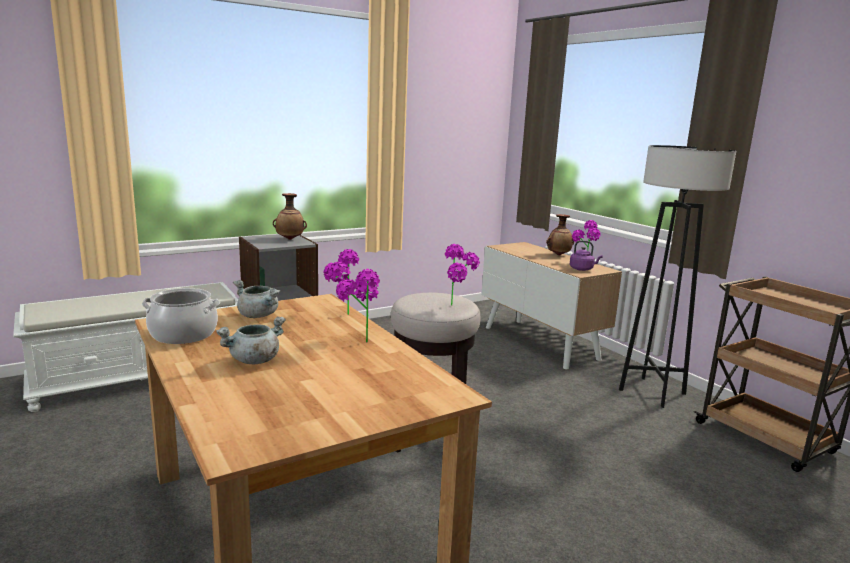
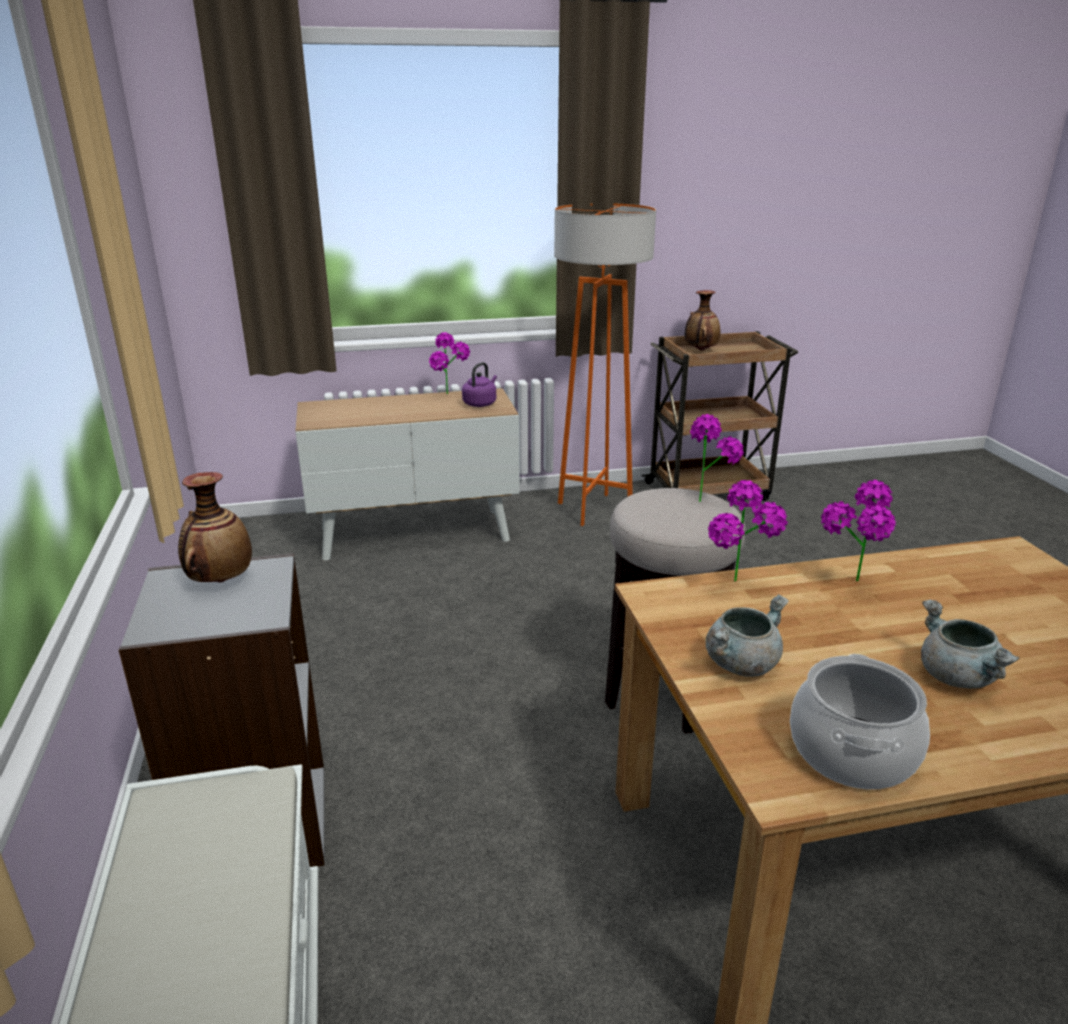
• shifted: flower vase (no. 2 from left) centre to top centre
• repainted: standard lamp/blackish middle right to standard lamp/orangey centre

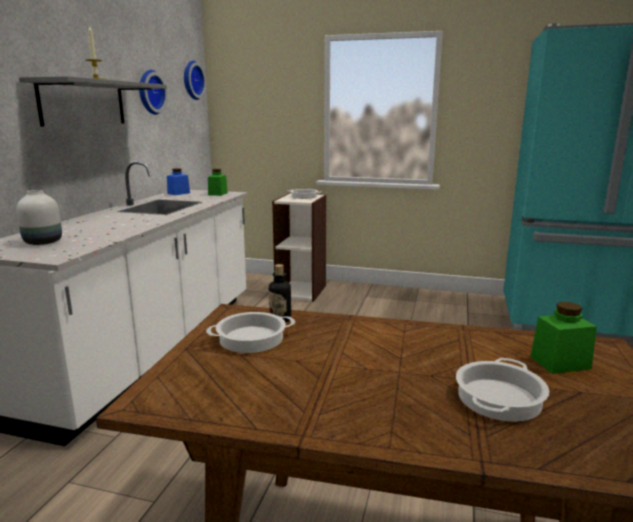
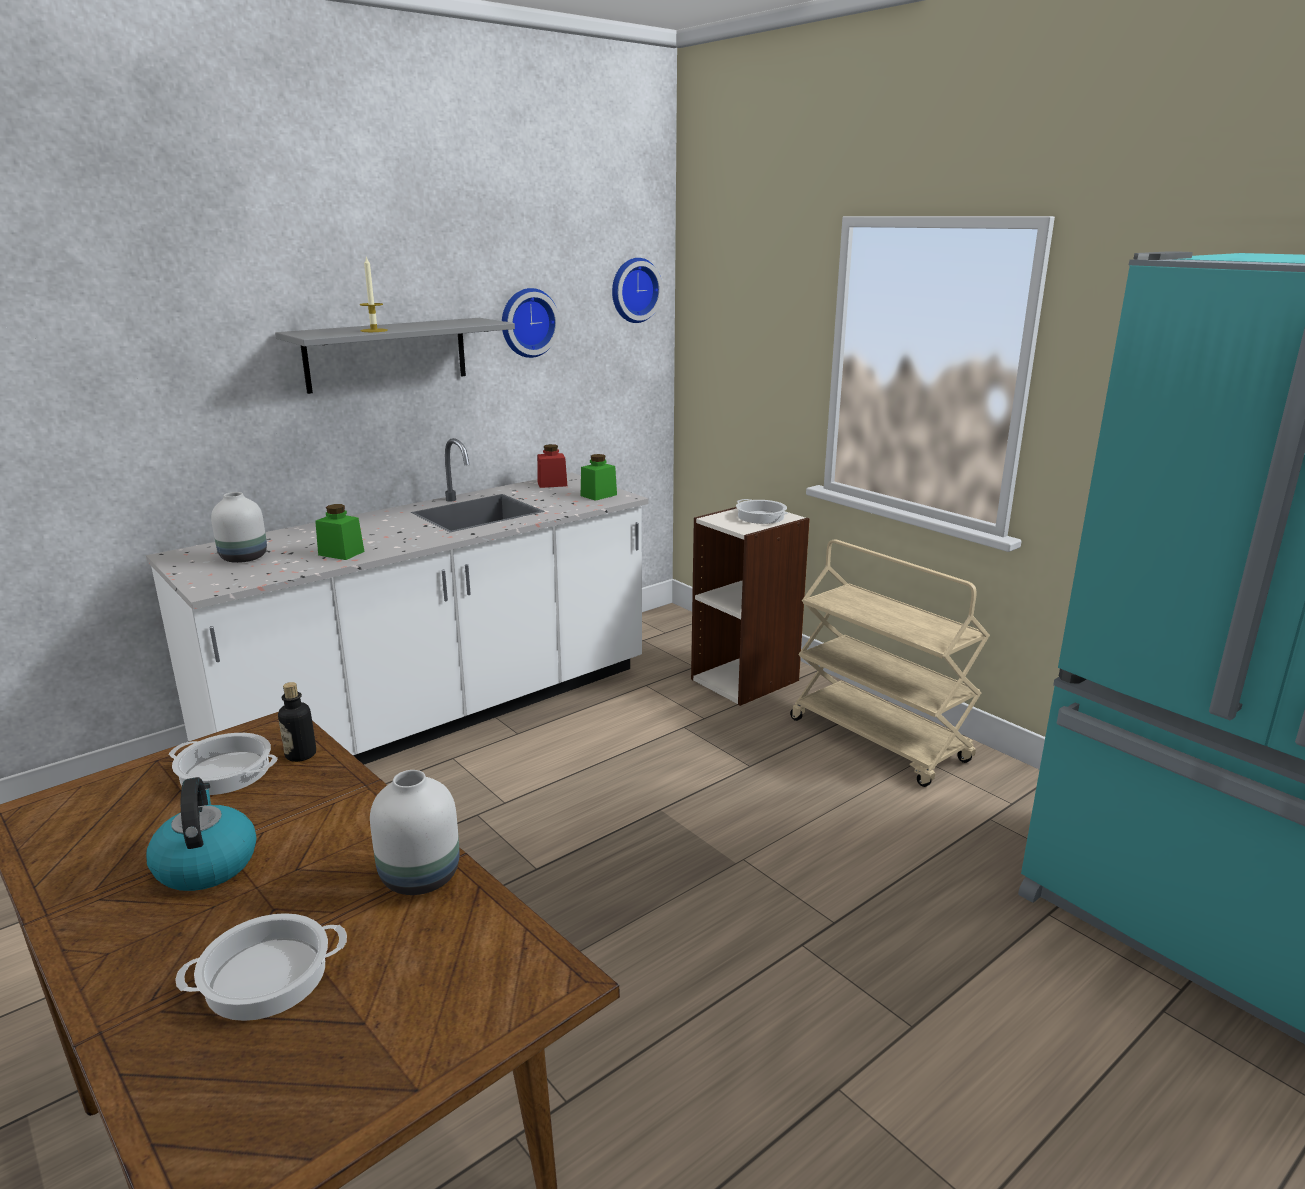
• new: tea kettle bottom left
• new: flower vase/white-coloured (no. 2 from left) bottom left
• new: trolley/sand-coloured middle right
• shifted: jar/green (no. 2 from left in the first image) middle right to jar/green (no. 1 from left) middle left
• repainted: jar/blue-coloured middle left to jar/red centre

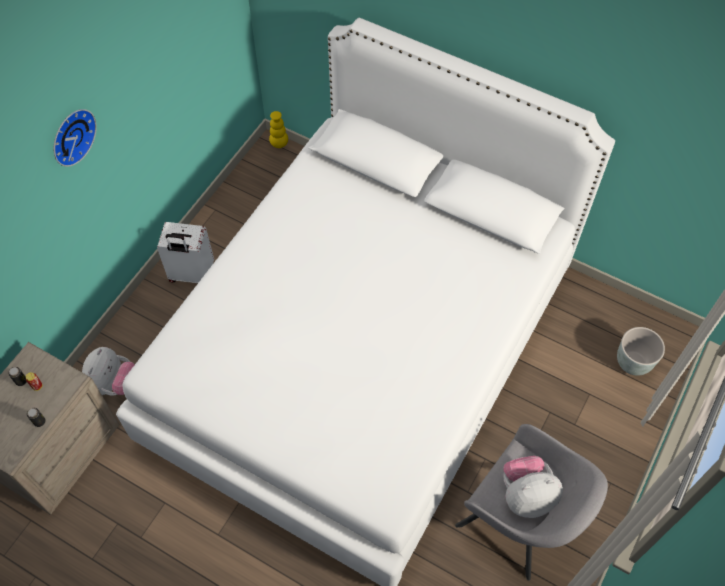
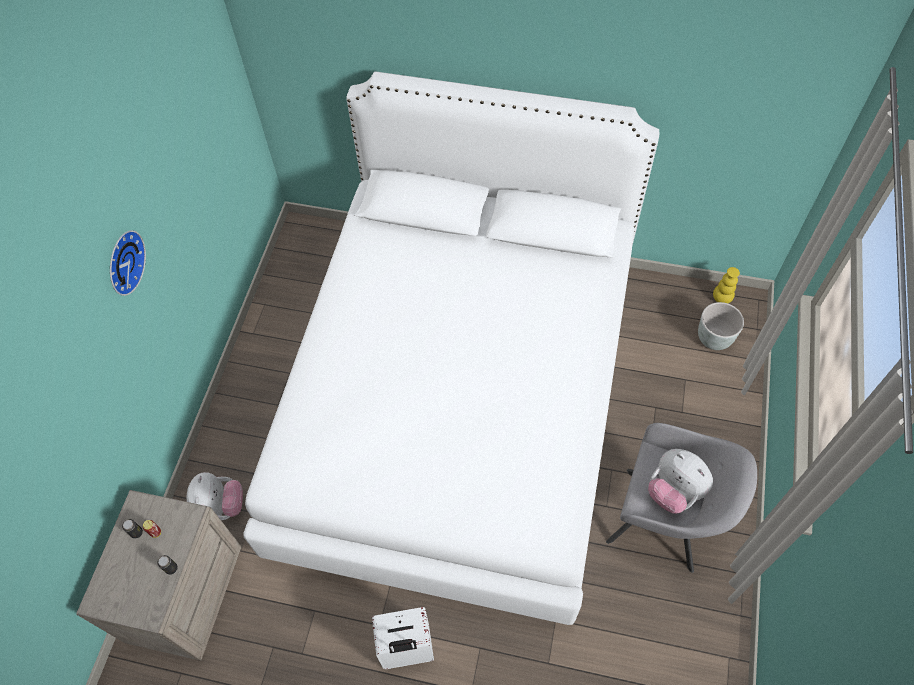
• shifted: piece of luggage/white-coloured middle left to bottom centre
• shifted: flower vase/yellow-coloured top centre to middle right
• rotated: cuddly toy (no. 2 from left) bottom right = bottom right 105 degrees counterclockwise

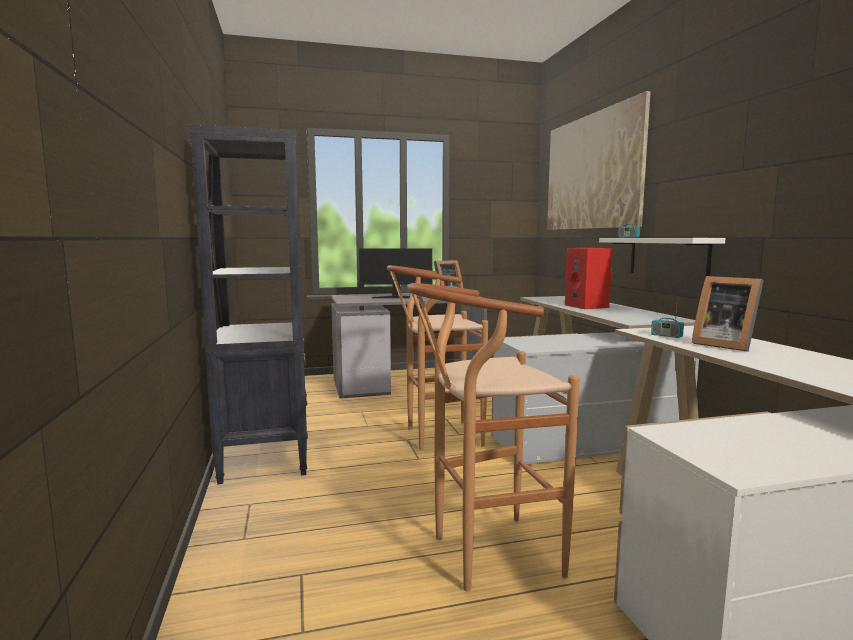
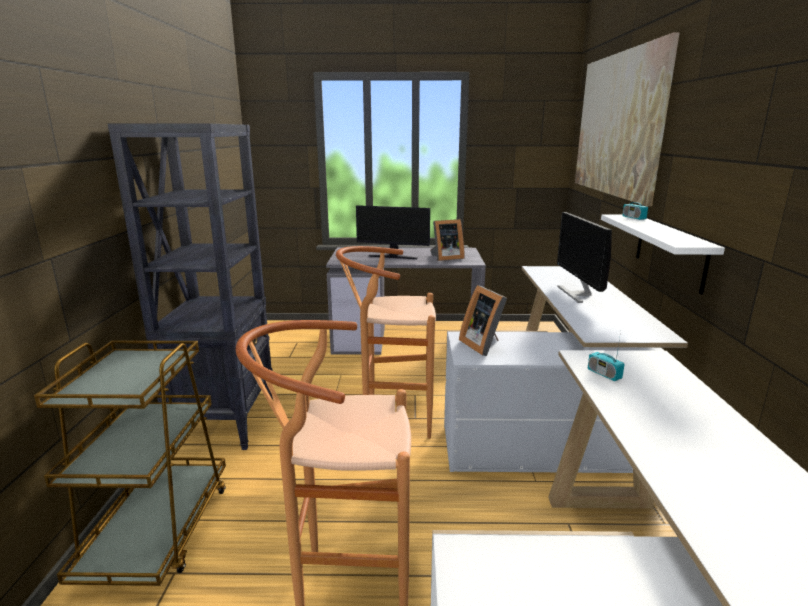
• new: trolley/brownish bottom left
• shifted: photo frame (no. 2 from left) middle right to centre
• swapped: audio speaker/red middle right to monitor (no. 2 from left) middle right

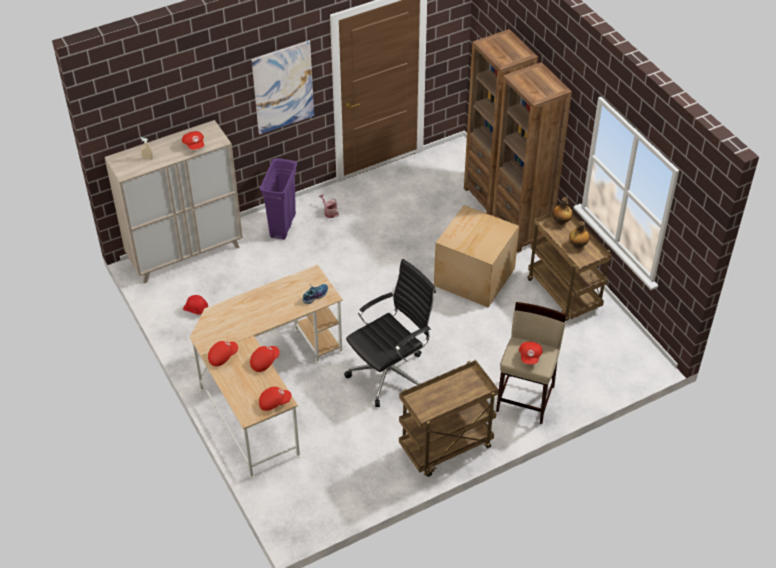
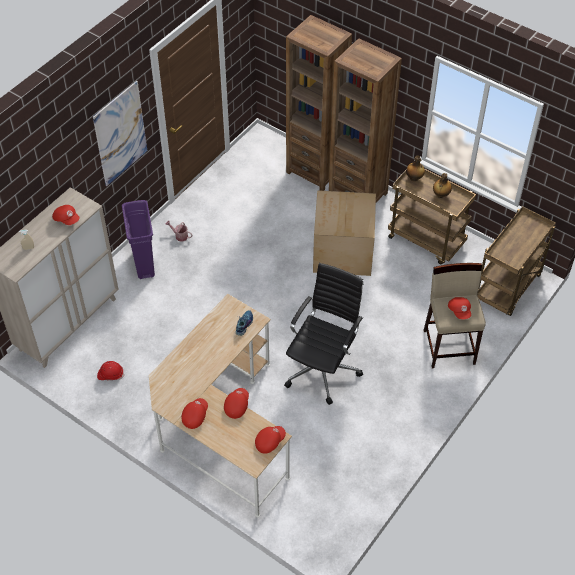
• shifted: trolley/brownish (no. 1 from left in the first image) bottom centre to trolley/brownish (no. 2 from left) middle right

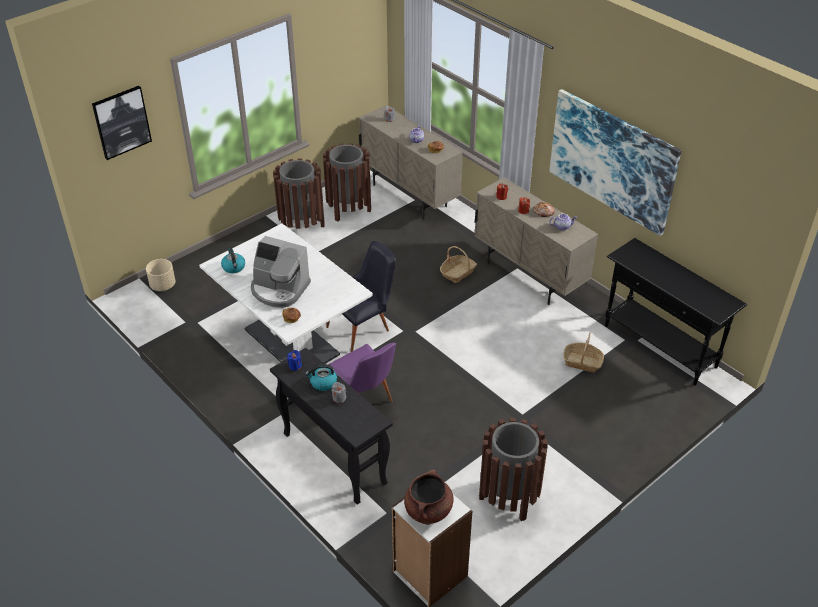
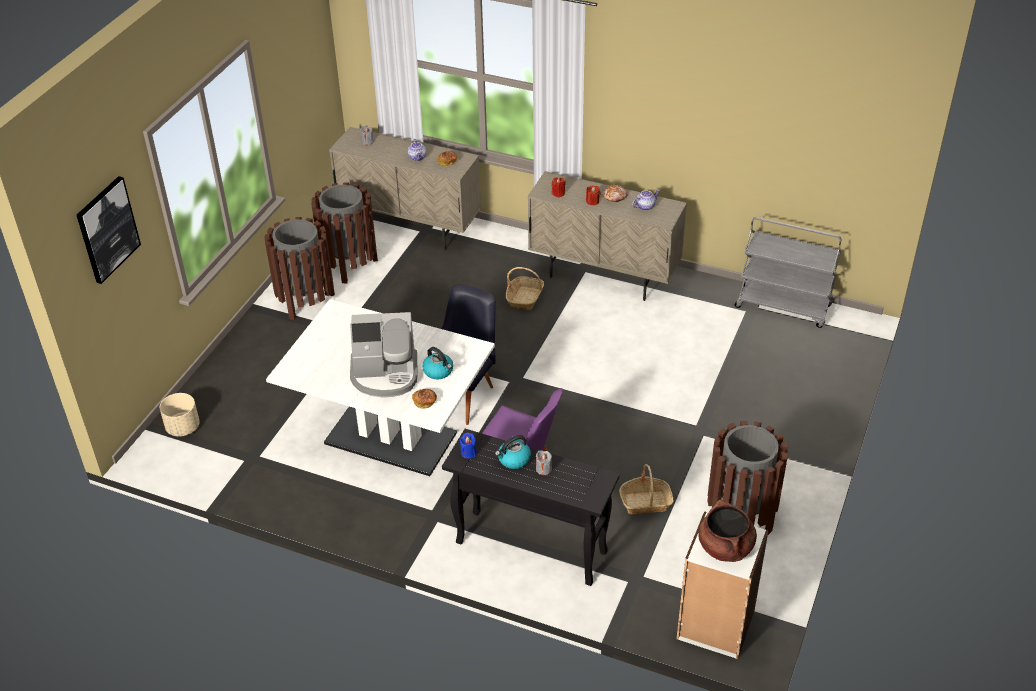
• gone: picture (no. 2 from left) top right
• shifted: tea kettle (no. 1 from left) middle left to centre
• shifted: basket (no. 2 from left) middle right to bottom centre
• swapped: narrow table/blackish (no. 2 from left) middle right to trolley/gray middle right

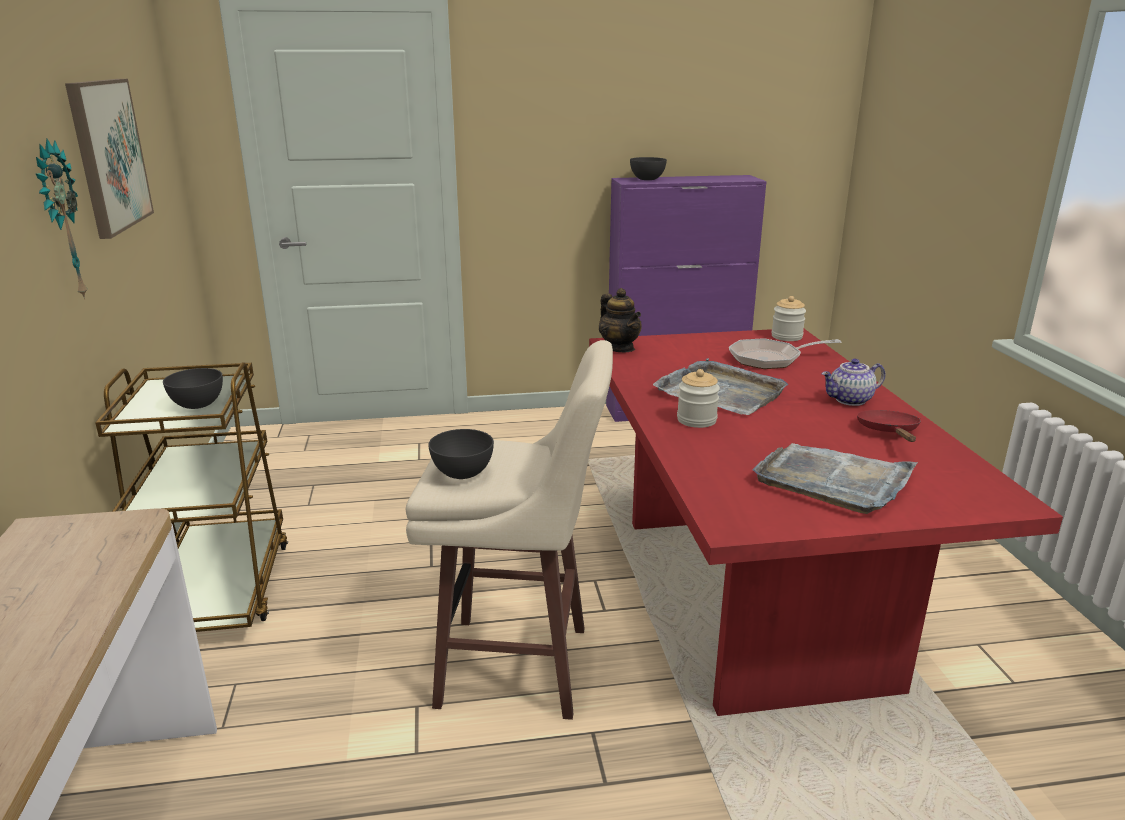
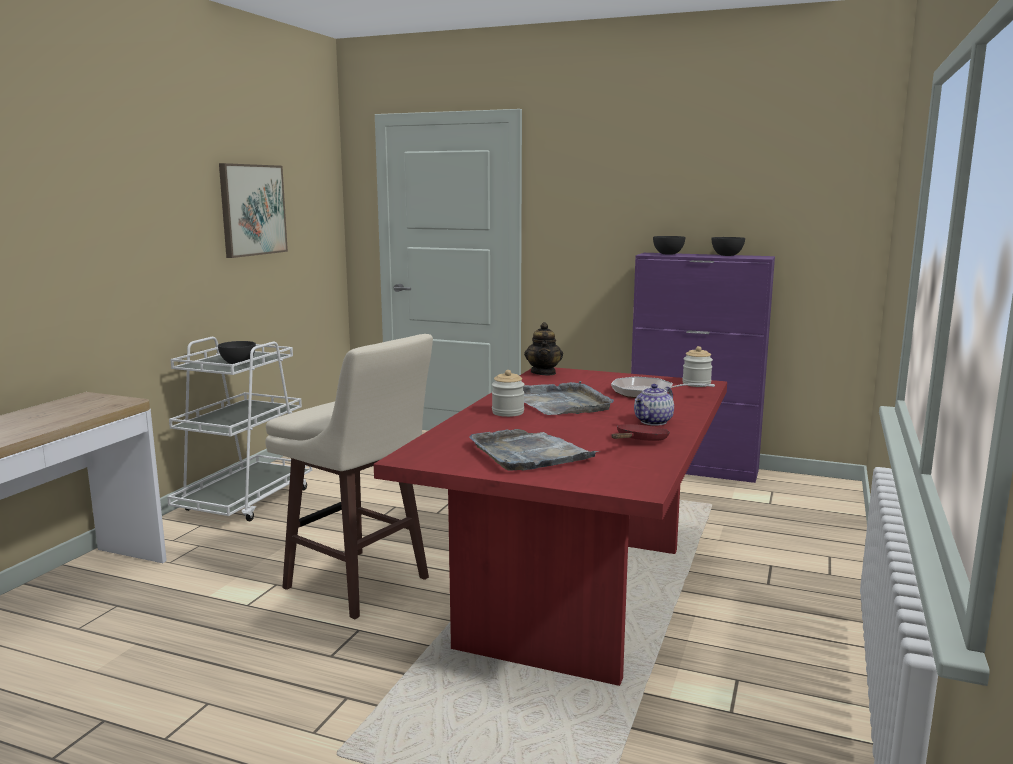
• gone: wall clock top left
• shifted: bowl/gray (no. 2 from left in the first image) centre to bowl/gray (no. 3 from left) top right
• repainted: trolley/brownish middle left to trolley/white-coloured middle left
• rotated: teapot (no. 2 from left) middle right = centre 60 degrees counterclockwise

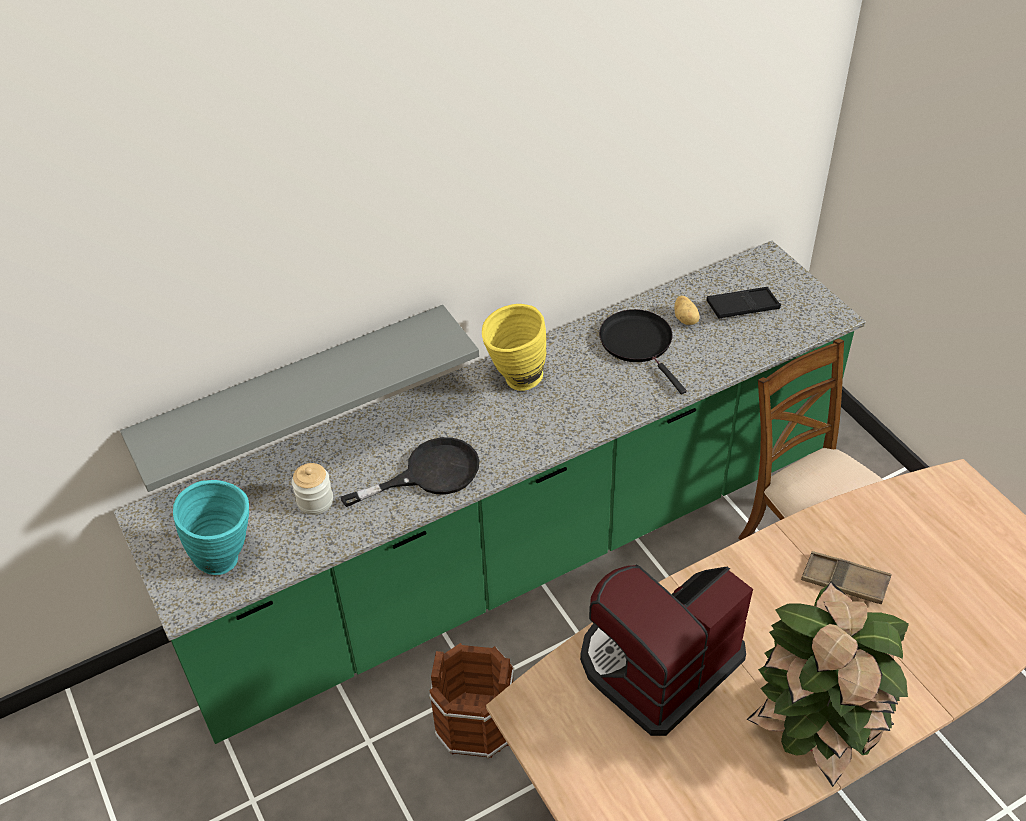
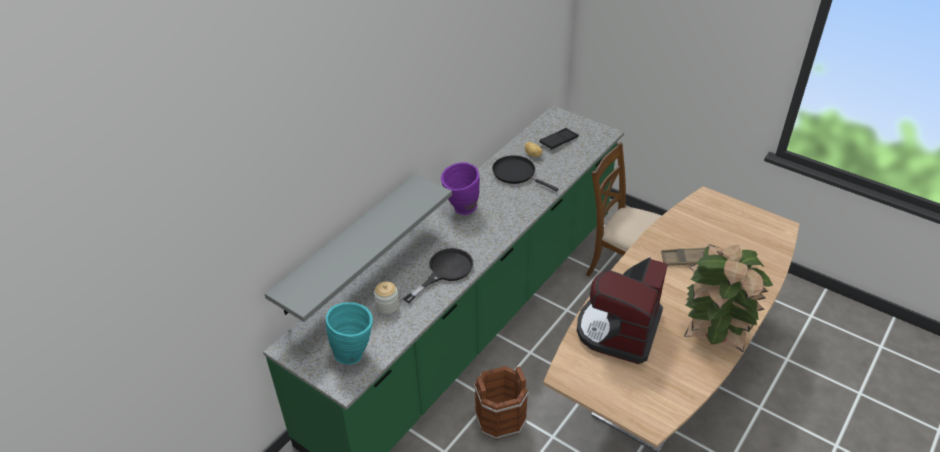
• repainted: flower vase/yellow-coloured centre to flower vase/purple centre

